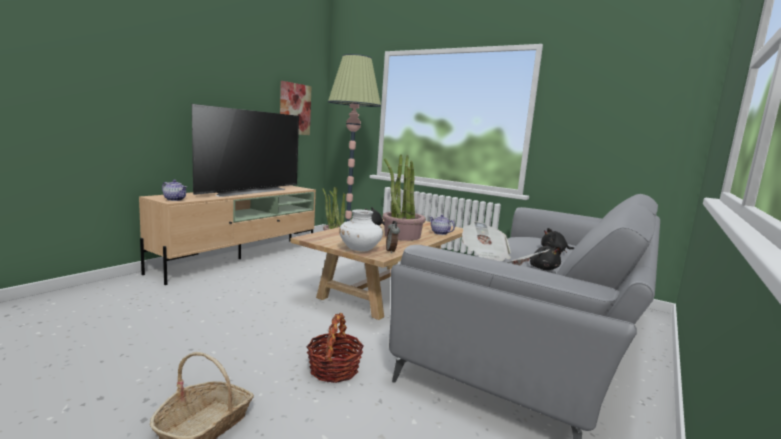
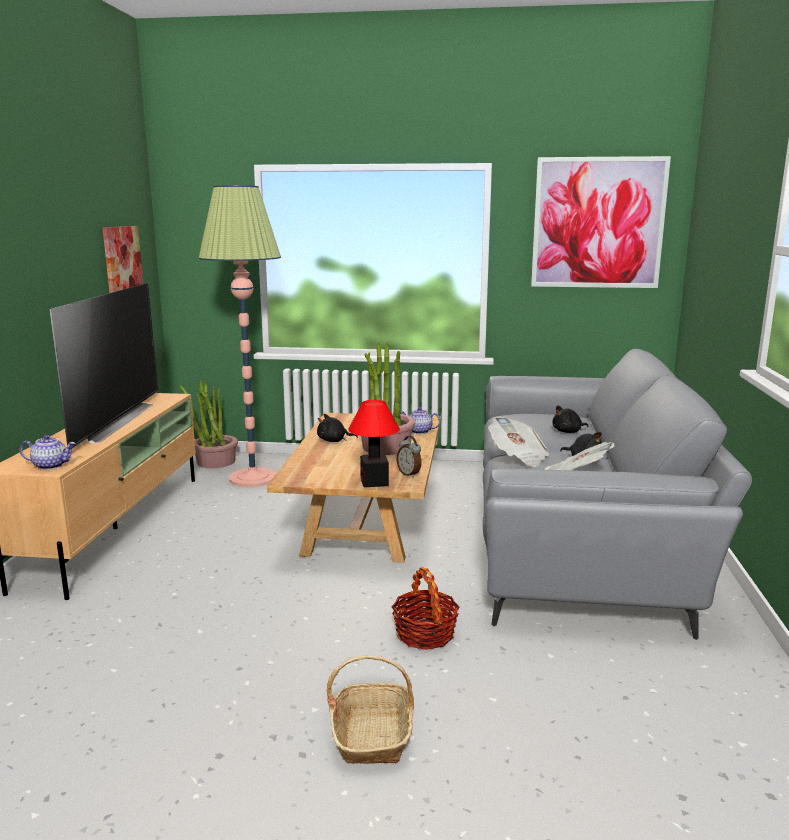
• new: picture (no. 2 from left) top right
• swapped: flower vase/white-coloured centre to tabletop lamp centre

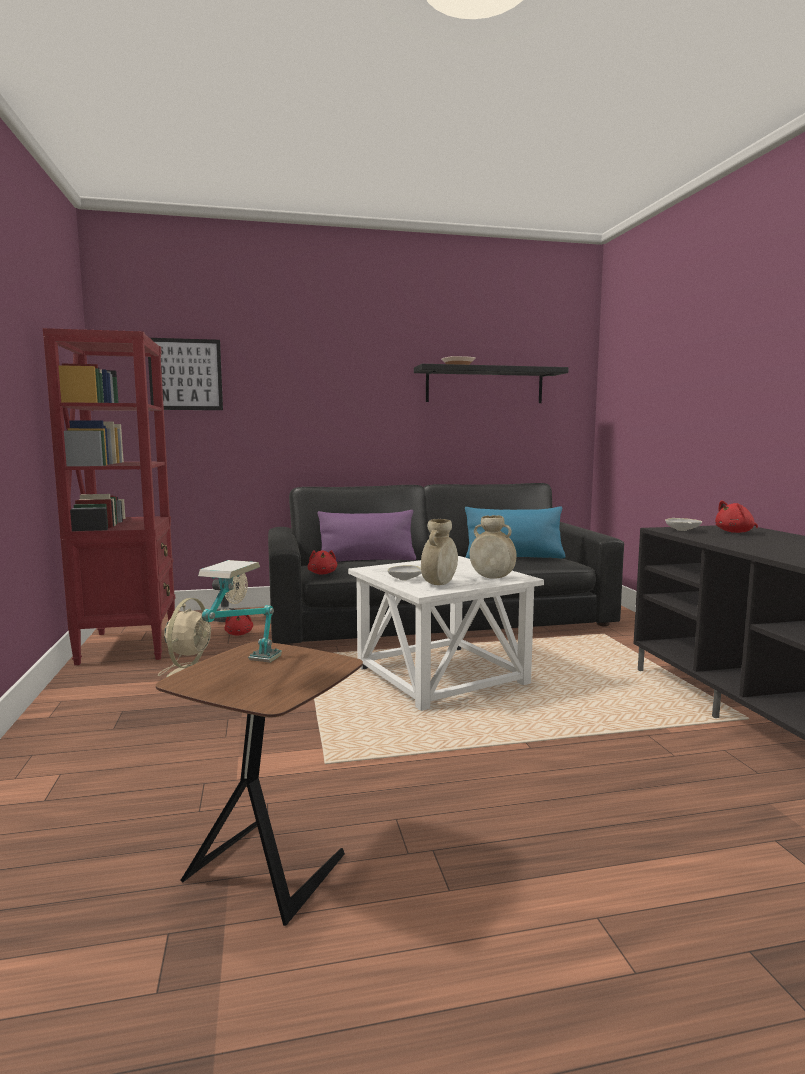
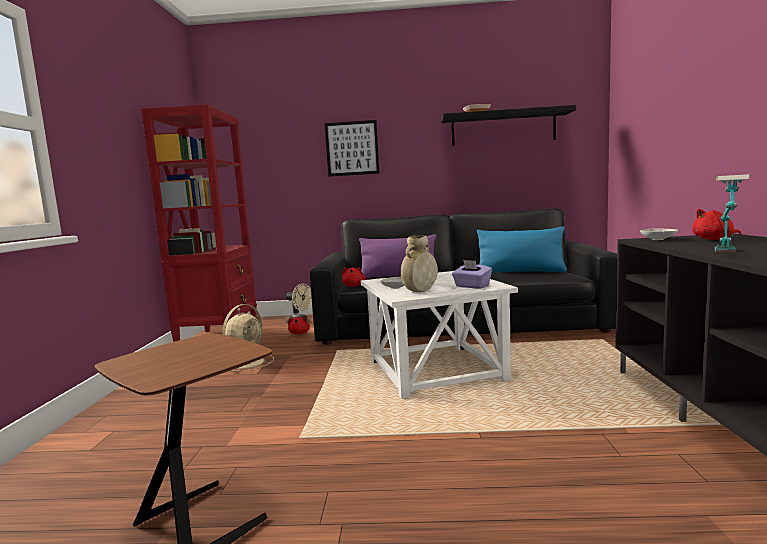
• shifted: picture middle left to top centre
• shifted: tabletop lamp middle left to middle right
• swapped: flower vase/sand-coloured (no. 2 from left) centre to tissue holder/purple centre

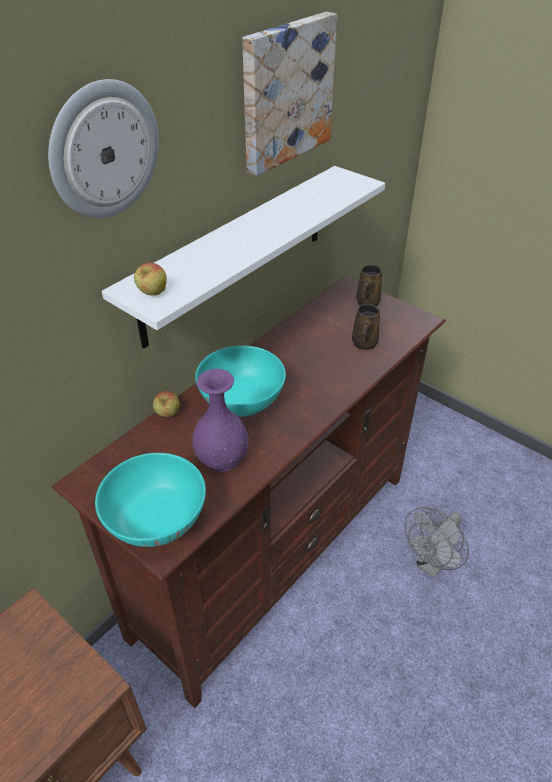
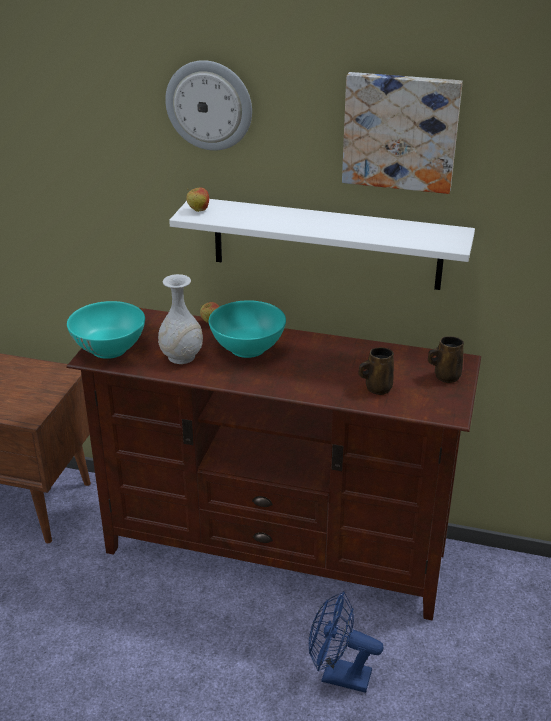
• repainted: flower vase/purple centre to flower vase/white-coloured middle left
• repainted: fan/gray bottom right to fan/blue-coloured bottom centre

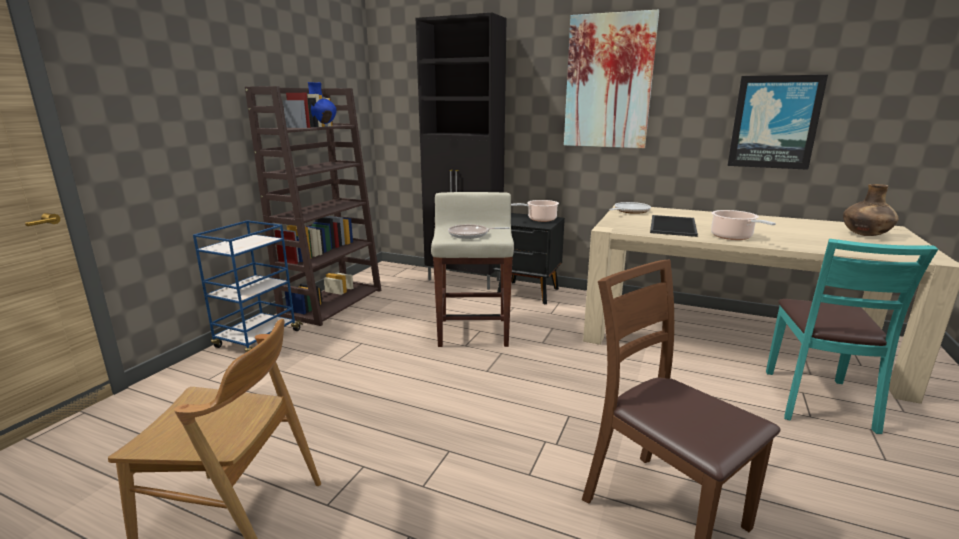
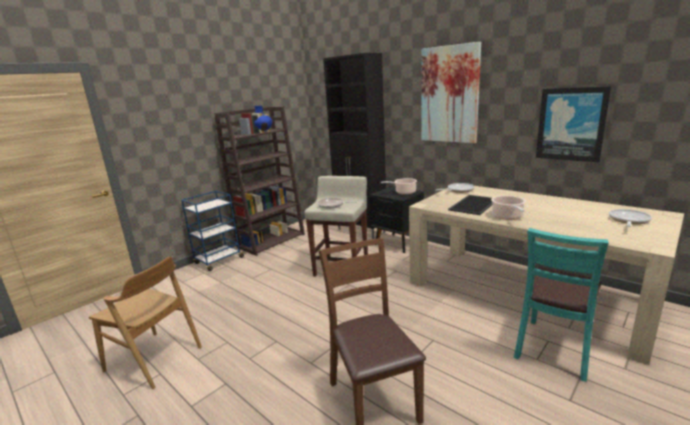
• swapped: flower vase/brownish middle right to pan (no. 3 from left) middle right

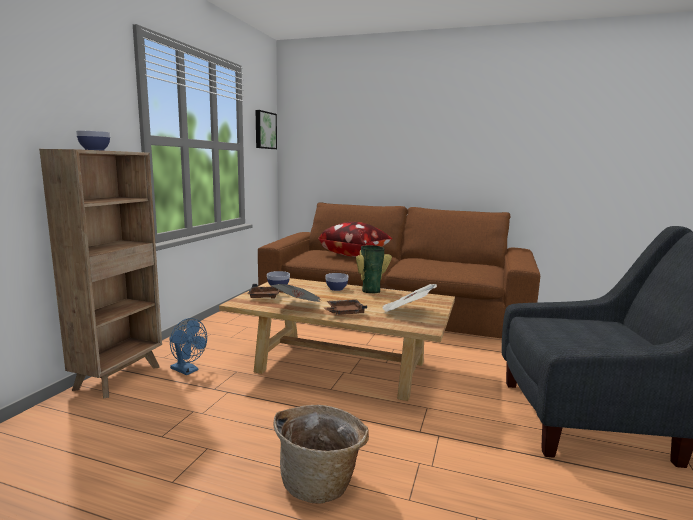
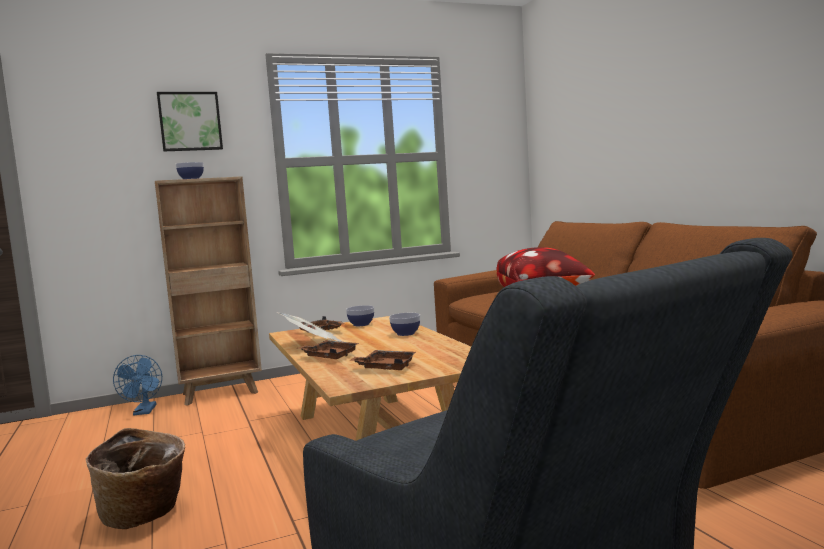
• gone: flower vase centre
• shifted: fan/blue-coloured middle left to bottom left
• shifted: picture top centre to top left
• swapped: printed paper (no. 2 from left) centre to carrying tray/brownish (no. 3 from left) centre

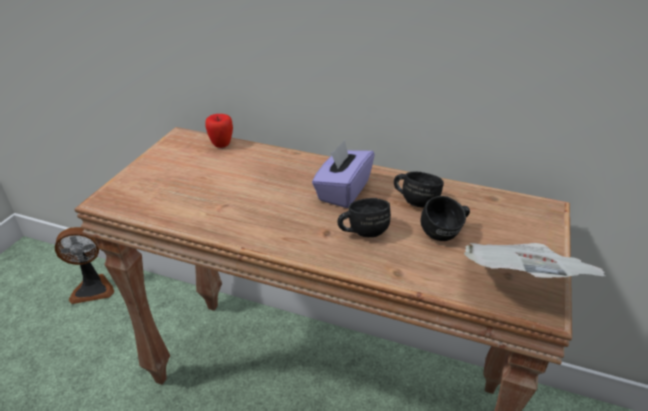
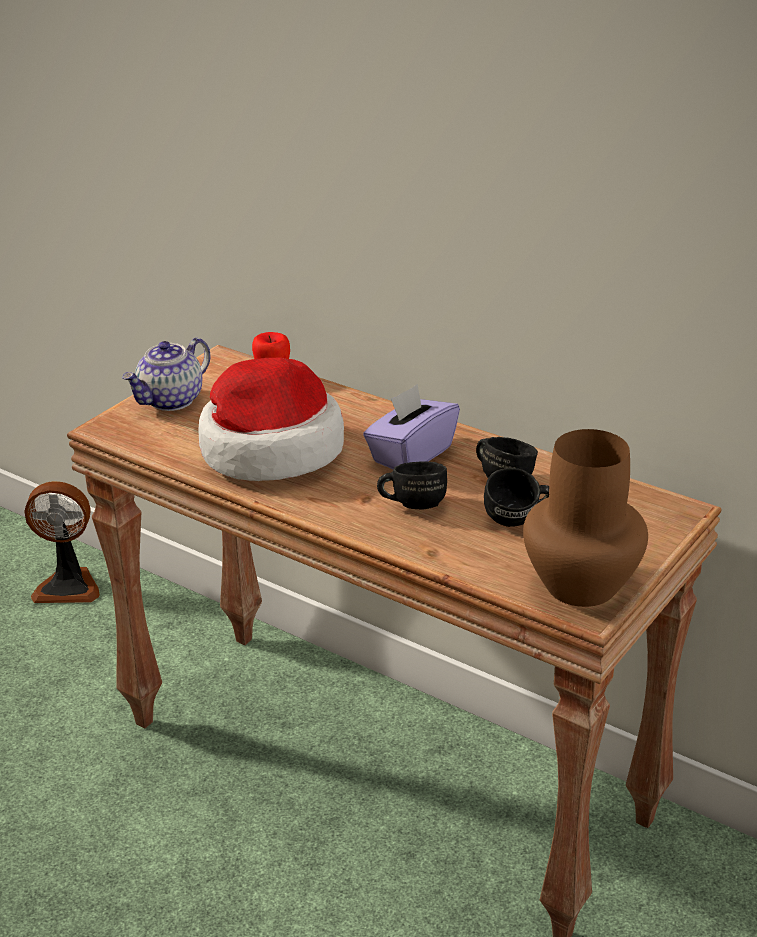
• new: teapot middle left
• new: wearable hat centre
• swapped: printed paper middle right to flower vase/brownish middle right

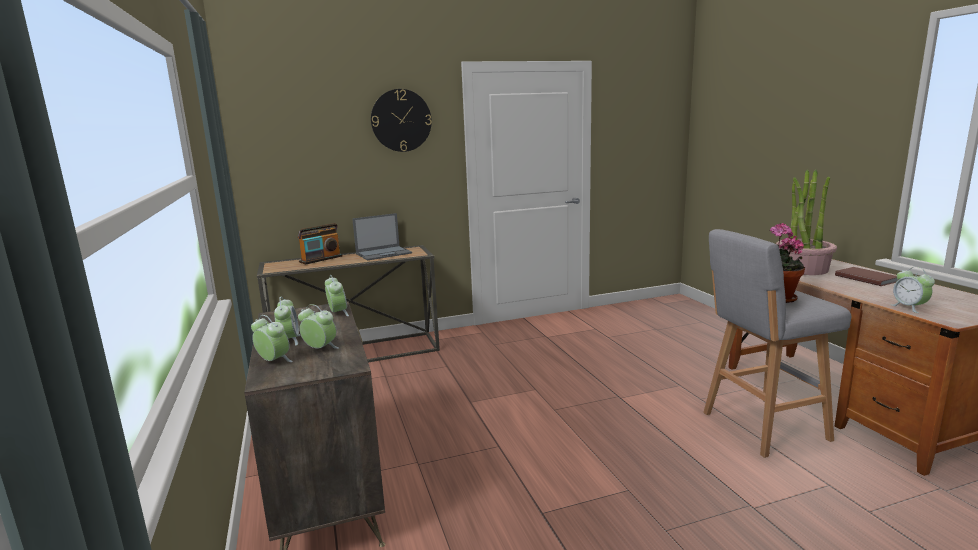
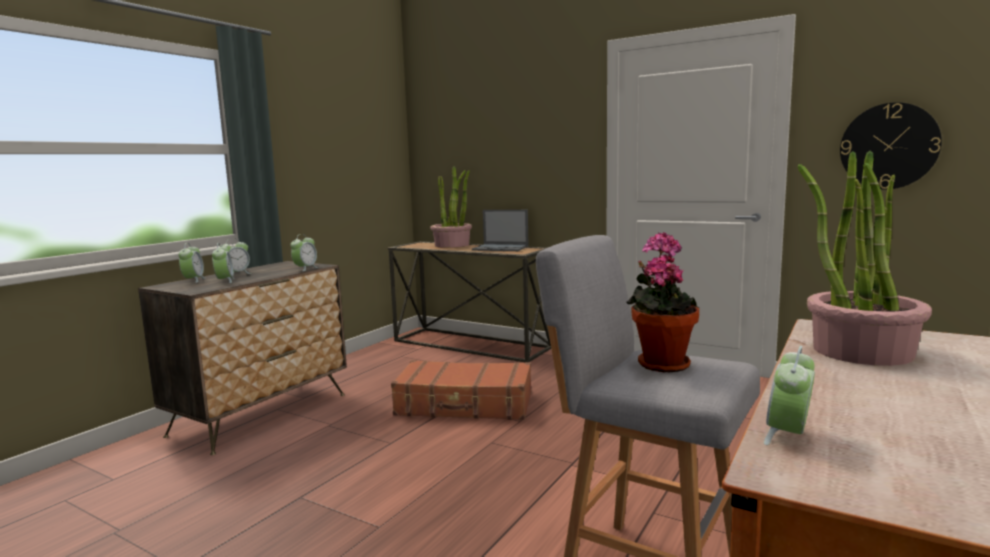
• gone: book/brownish middle right
• new: piece of luggage/brownish bottom centre
• shifted: wall clock top centre to top right
• swapped: radio receiver middle left to potted plant (no. 1 from left) centre

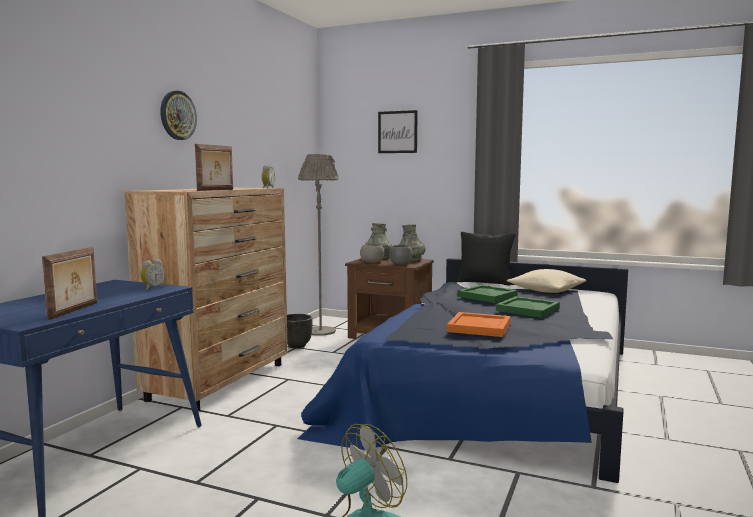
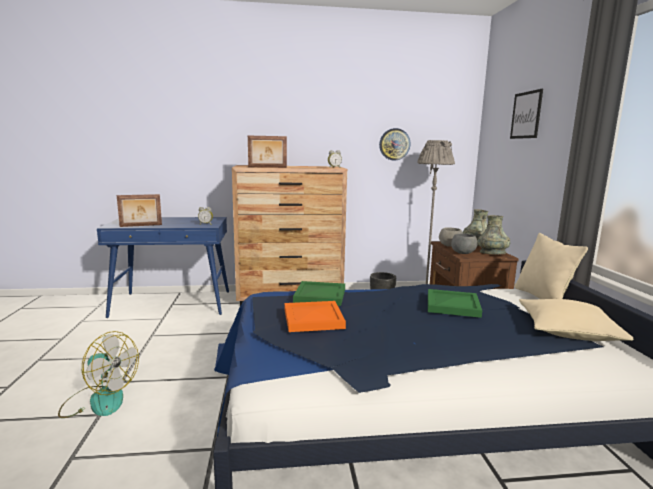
• shifted: wall clock top left to top centre
• shifted: carrying tray/green (no. 2 from left in the first image) middle right to carrying tray/green (no. 1 from left) centre
• repainted: cushion/blackish centre to cushion/sand-coloured (no. 1 from left) middle right

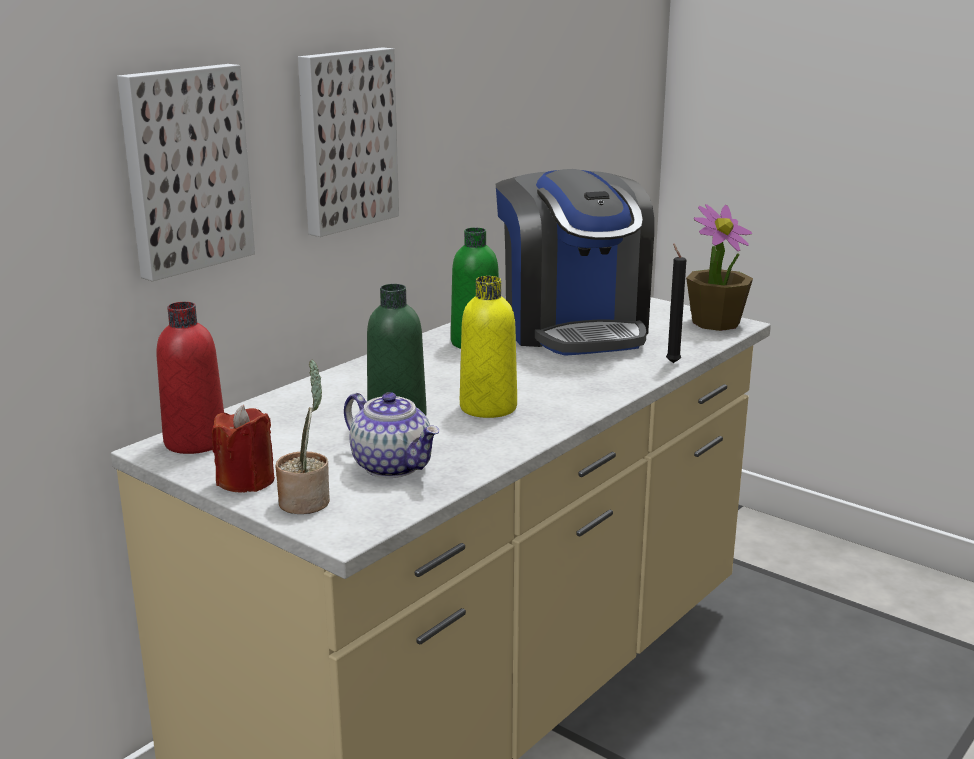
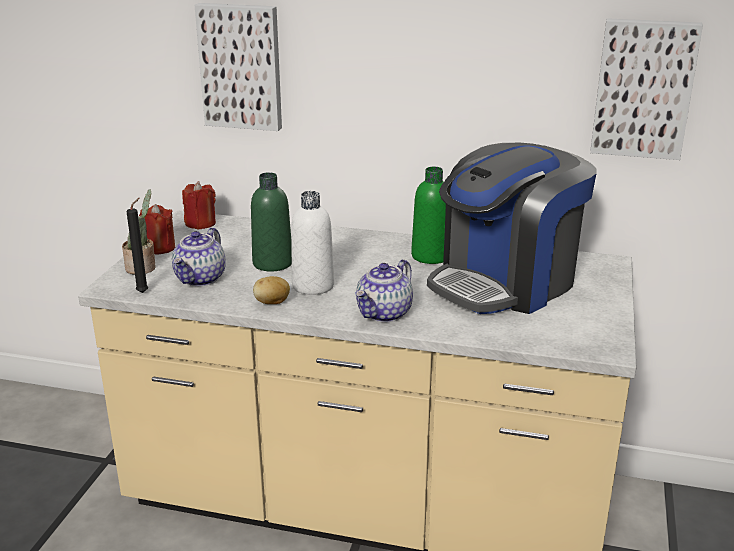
• gone: potted plant (no. 2 from left) middle right
• new: spud centre
• new: teapot (no. 2 from left) centre
• shifted: picture (no. 2 from left) top centre to top right
• shifted: candle/blackish middle right to middle left
• swapped: bottle/red middle left to candle/red (no. 2 from left) middle left
• repainted: bottle/yellow-coloured centre to bottle/white-coloured centre

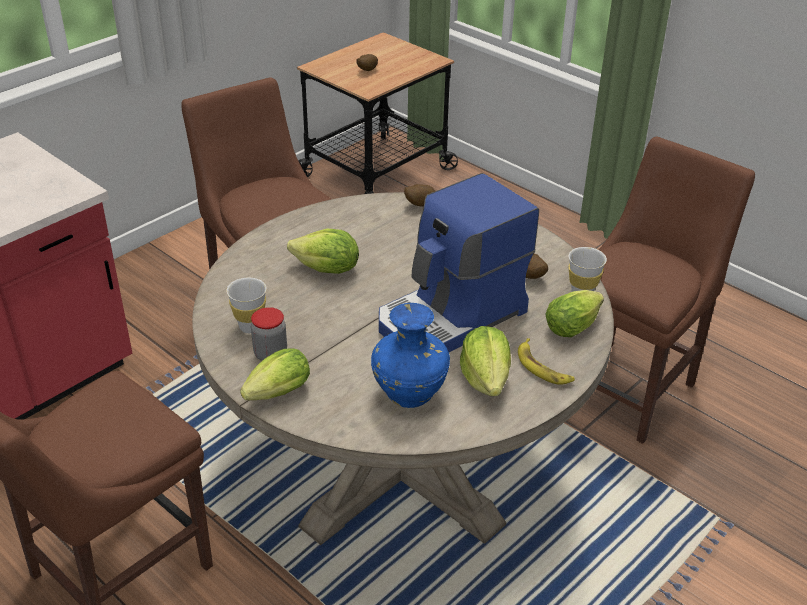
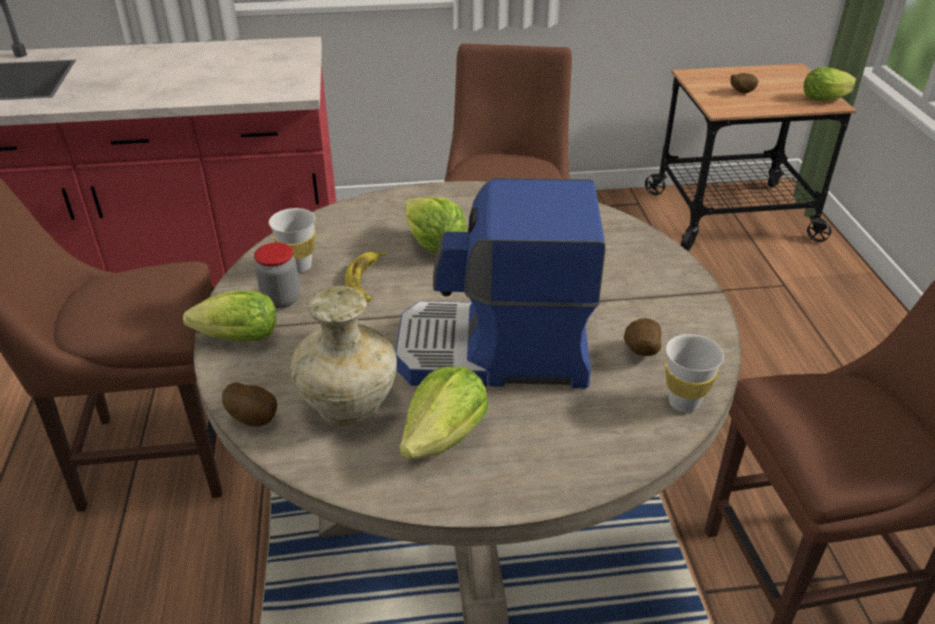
• shifted: spud (no. 2 from left in the first image) top centre to spud (no. 1 from left) middle left
• shifted: whole banana middle right to centre
• shifted: lettuce head (no. 4 from left) middle right to top right
• repainted: flower vase/blue-coloured centre to flower vase/sand-coloured centre

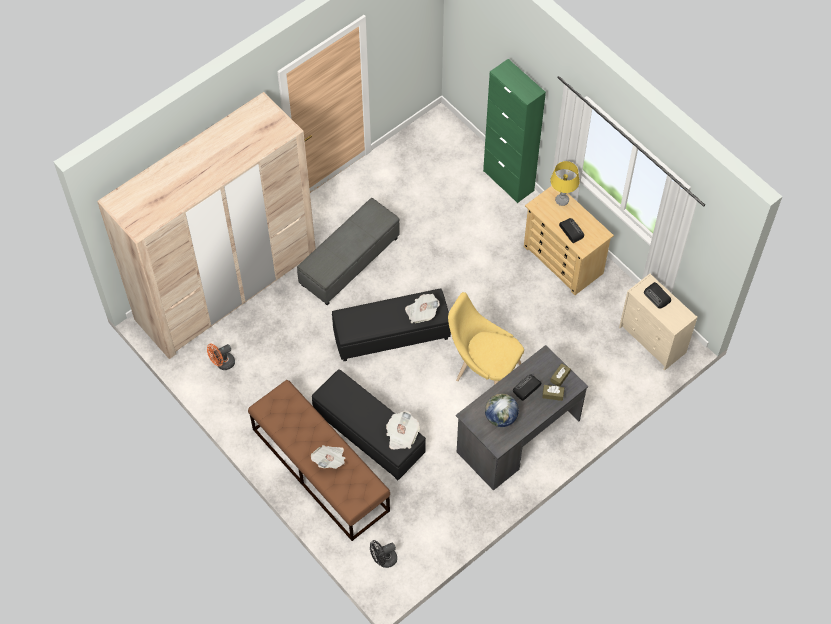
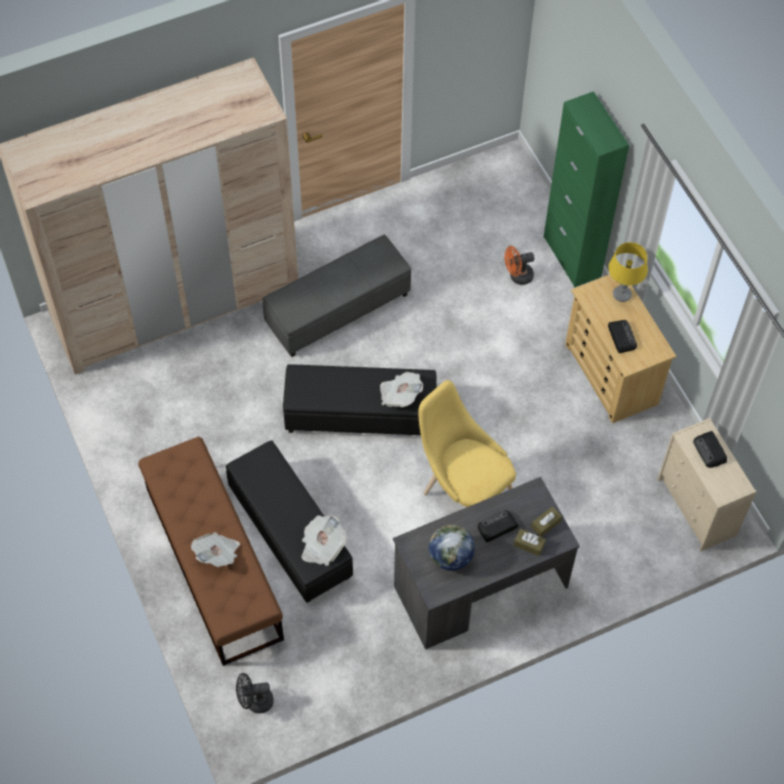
• shifted: fan/orangey middle left to centre

